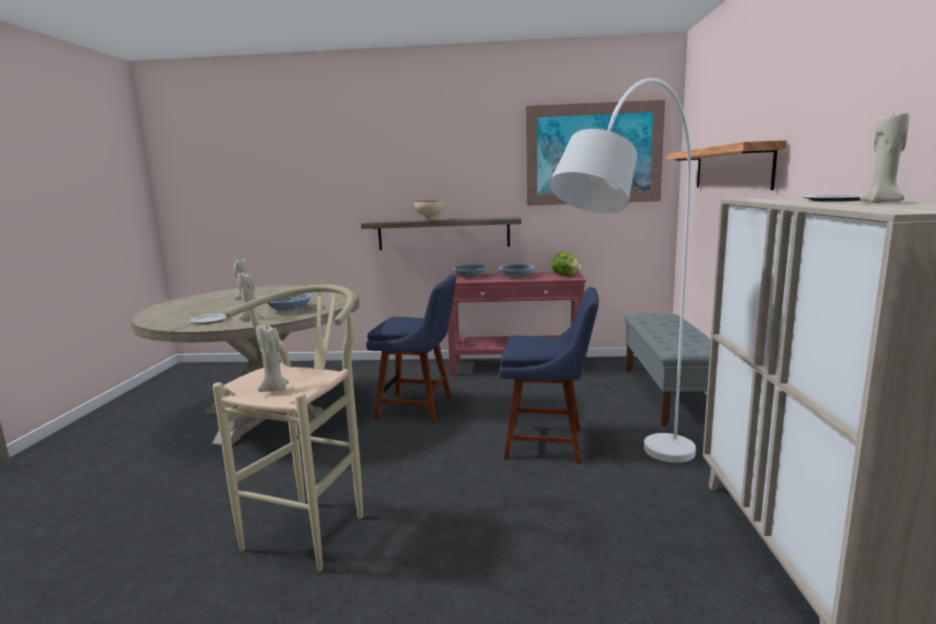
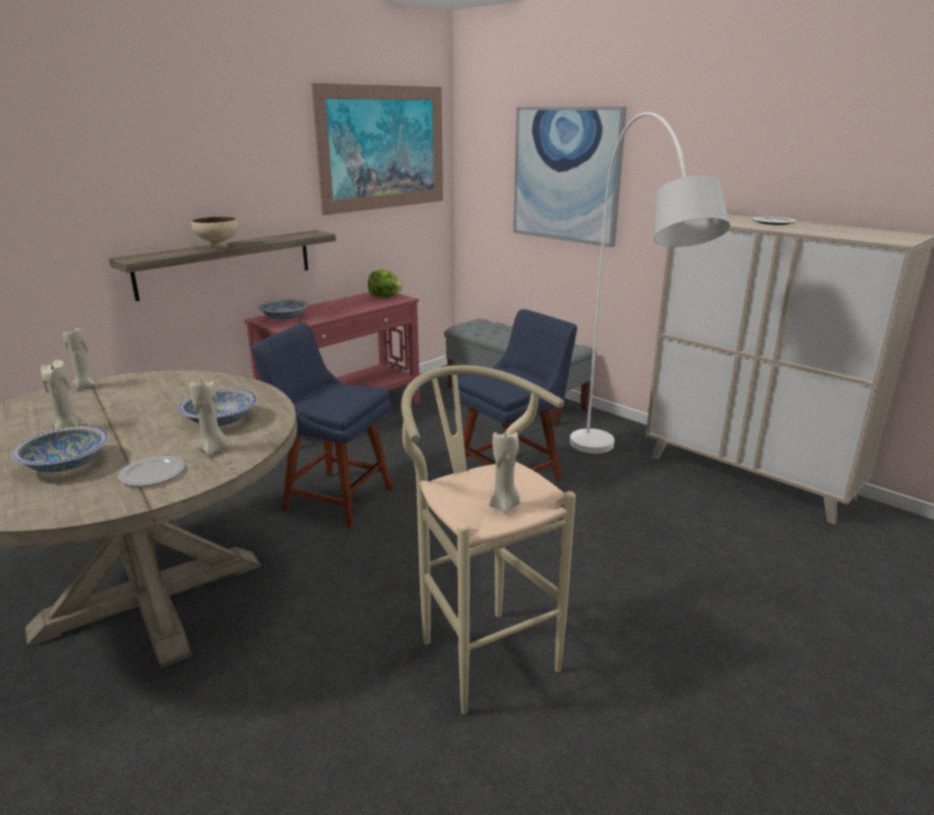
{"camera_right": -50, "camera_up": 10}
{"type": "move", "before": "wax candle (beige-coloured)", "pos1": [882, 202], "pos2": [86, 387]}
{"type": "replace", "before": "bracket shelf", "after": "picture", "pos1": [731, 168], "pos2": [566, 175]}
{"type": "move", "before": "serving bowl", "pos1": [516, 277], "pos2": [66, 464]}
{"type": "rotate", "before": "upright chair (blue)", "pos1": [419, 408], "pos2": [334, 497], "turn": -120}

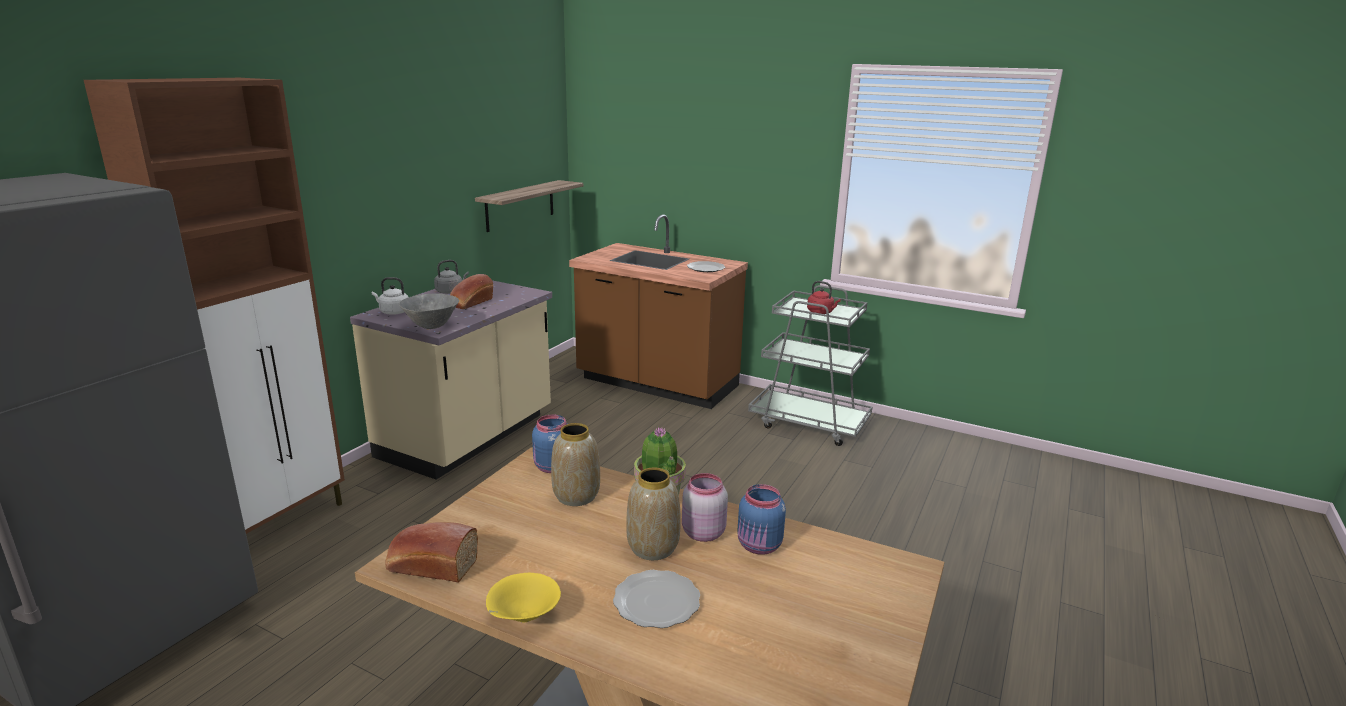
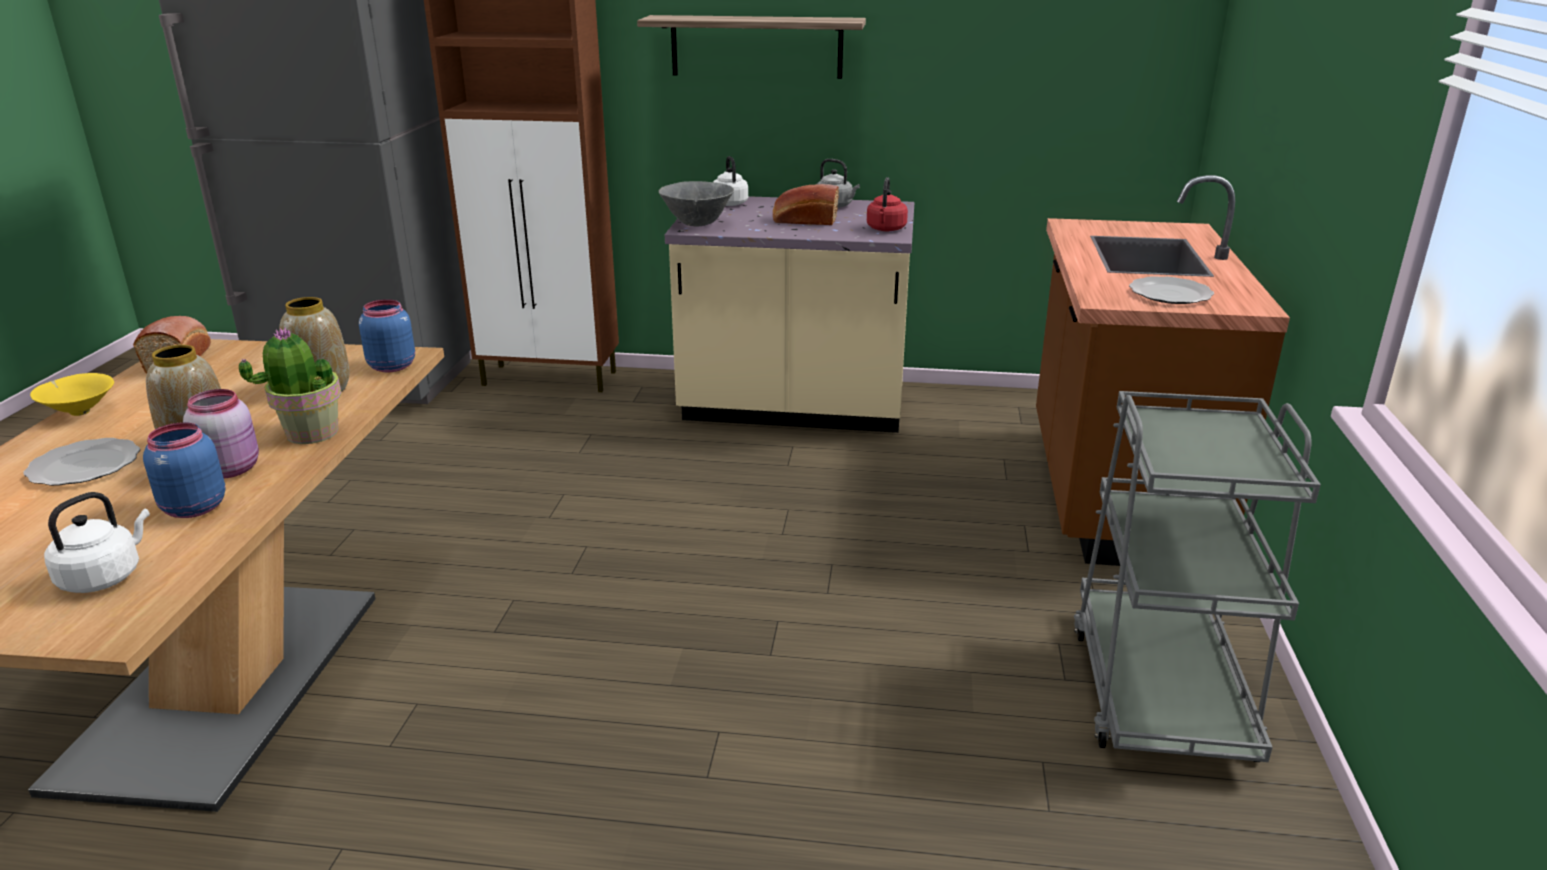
{"camera_right": 70, "camera_up": 5}
{"type": "move", "before": "bracket shelf", "pos1": [520, 205], "pos2": [756, 46]}
{"type": "move", "before": "tea kettle (red)", "pos1": [821, 312], "pos2": [886, 229]}
{"type": "insert", "after": "tea kettle (white-coloured)", "pos2": [104, 577]}

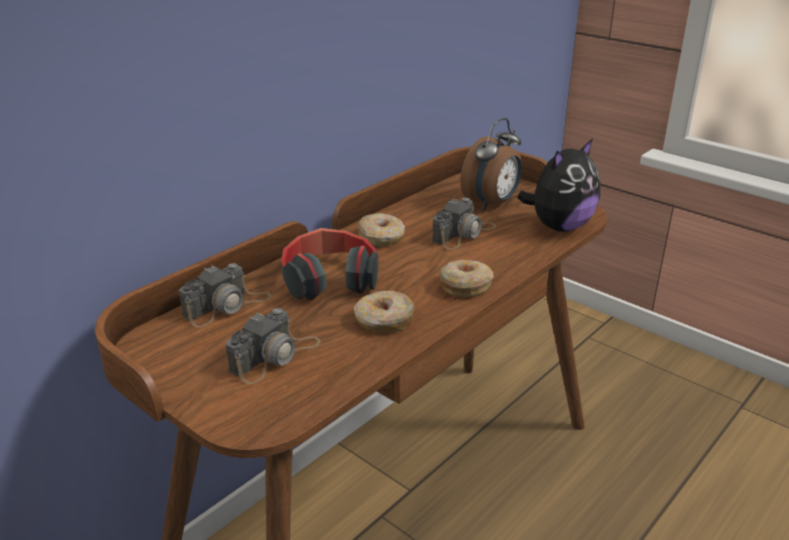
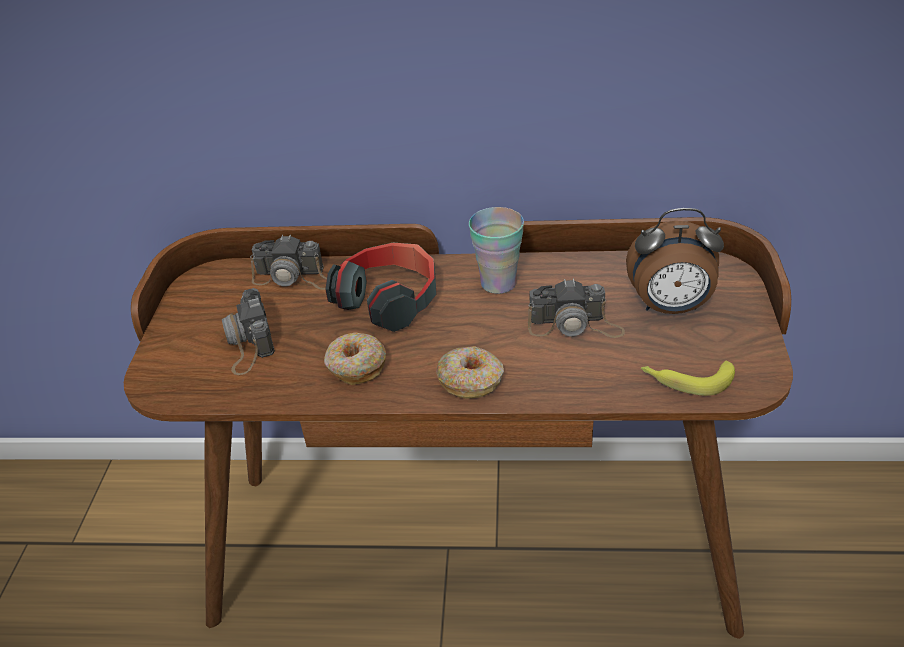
{"camera_right": 55, "camera_up": 10}
{"type": "replace", "before": "soft toy", "after": "banana fruit", "pos1": [559, 226], "pos2": [686, 380]}
{"type": "replace", "before": "donut", "after": "drinking cup", "pos1": [381, 237], "pos2": [498, 283]}
{"type": "rotate", "before": "still camera", "pos1": [275, 356], "pos2": [249, 341], "turn": 75}

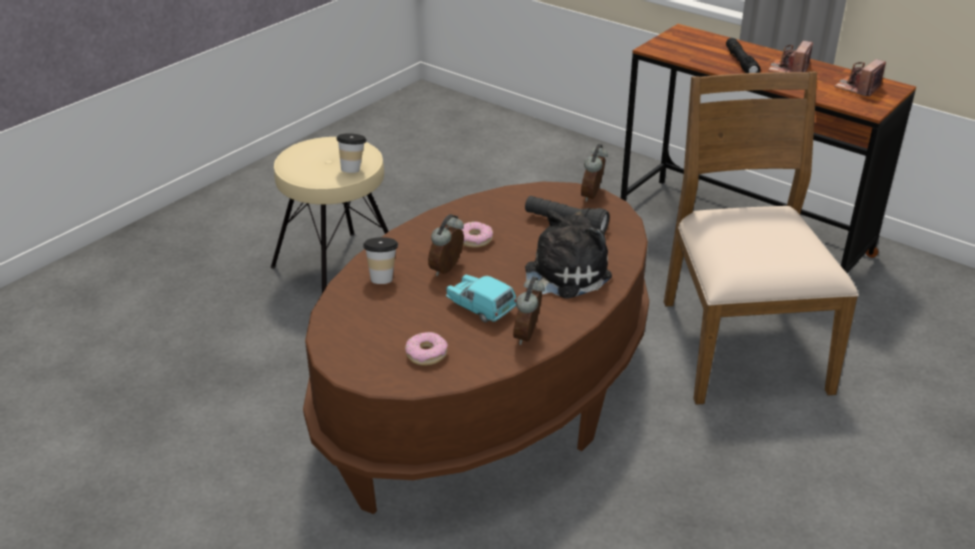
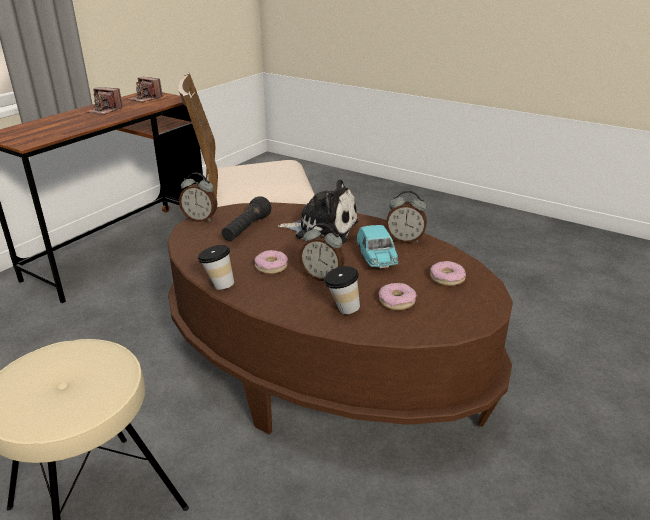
{"camera_right": -95, "camera_up": -5}
{"type": "delete", "before": "flashlight (blackish)", "pos1": [741, 63]}
{"type": "move", "before": "drinking cup", "pos1": [353, 169], "pos2": [218, 285]}
{"type": "rotate", "before": "soft toy", "pos1": [562, 275], "pos2": [323, 229], "turn": 150}
{"type": "rotate", "before": "miniature car (turquoise-coloured)", "pos1": [480, 308], "pos2": [376, 259], "turn": -45}
{"type": "insert", "after": "donut", "pos2": [396, 301]}

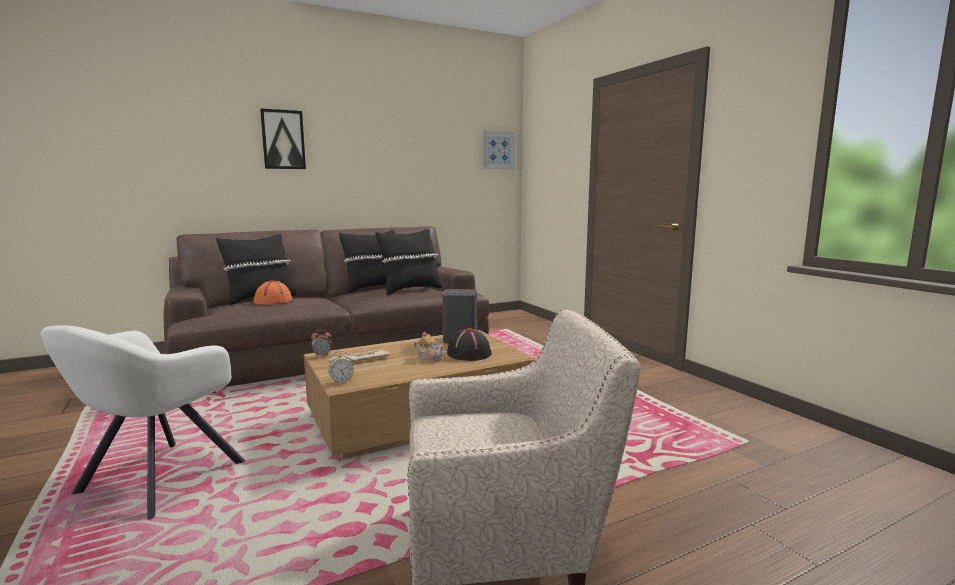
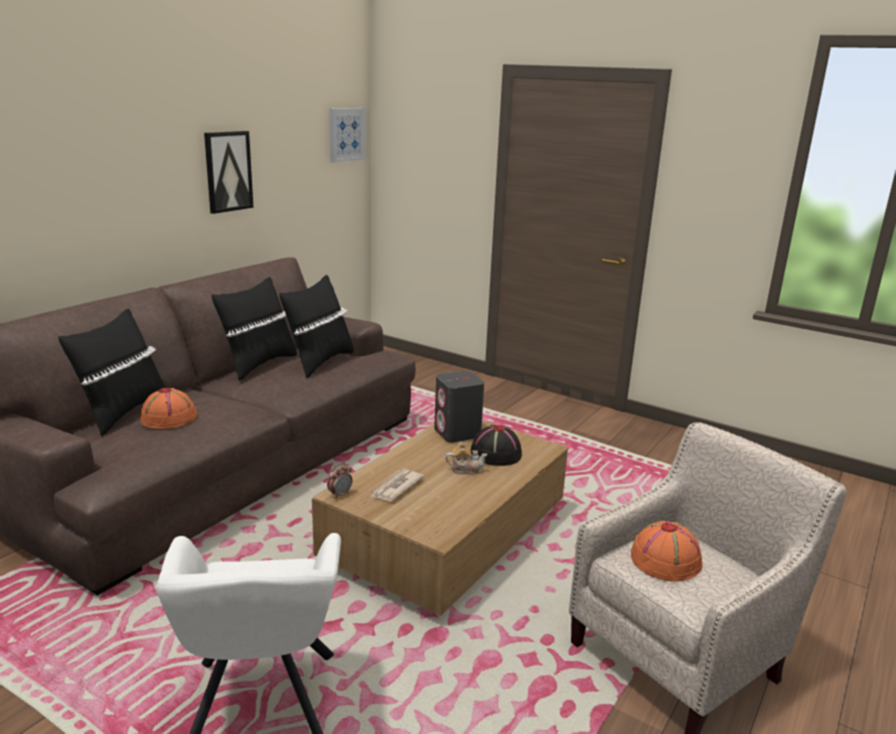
{"camera_right": -30, "camera_up": 10}
{"type": "move", "before": "picture", "pos1": [283, 139], "pos2": [228, 171]}
{"type": "delete", "before": "alarm clock", "pos1": [341, 381]}
{"type": "insert", "after": "wearable hat (orangey)", "pos2": [666, 560]}

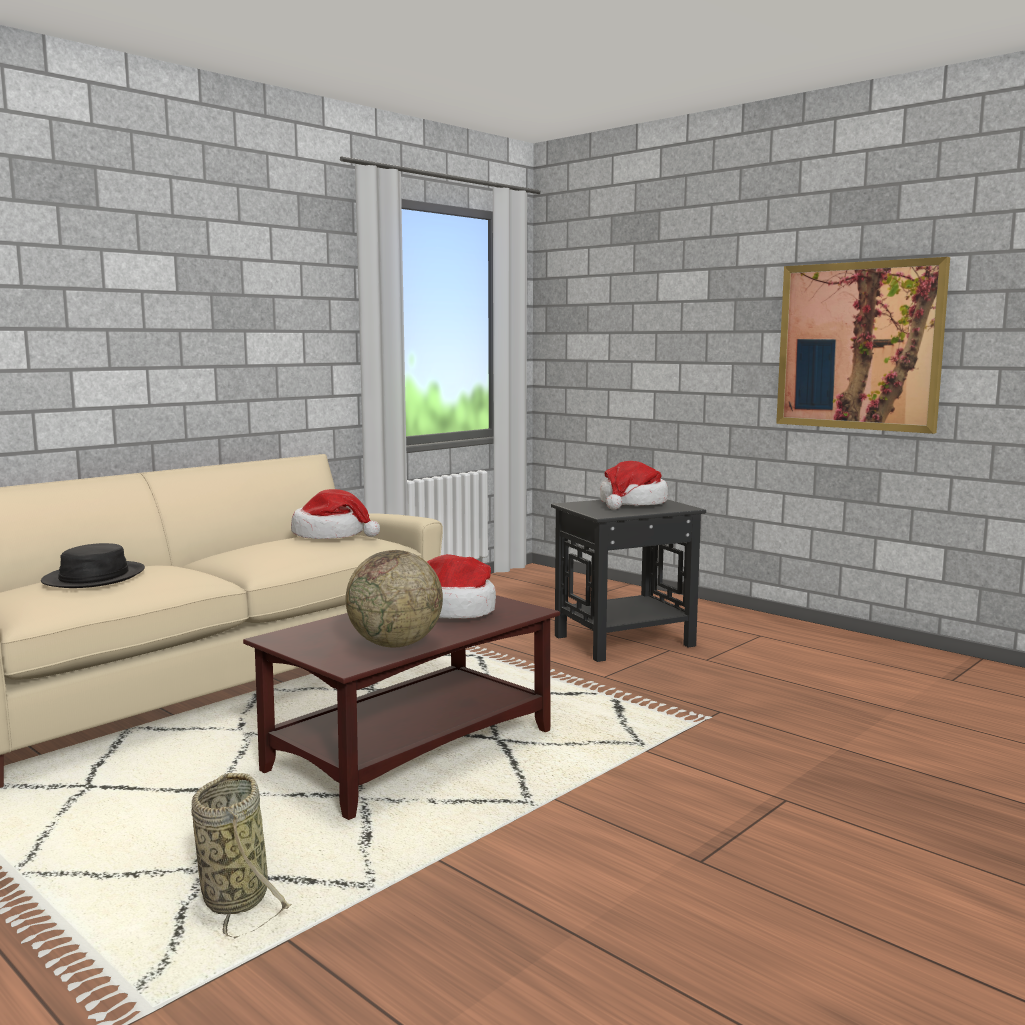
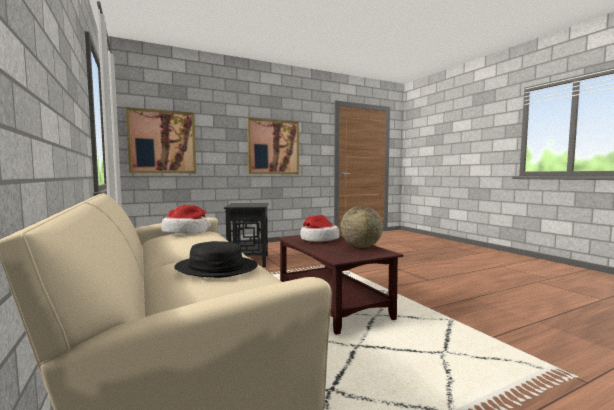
{"camera_right": -70, "camera_up": -5}
{"type": "delete", "before": "wearable hat", "pos1": [632, 503]}
{"type": "delete", "before": "basket", "pos1": [235, 895]}
{"type": "insert", "after": "picture", "pos2": [162, 142]}

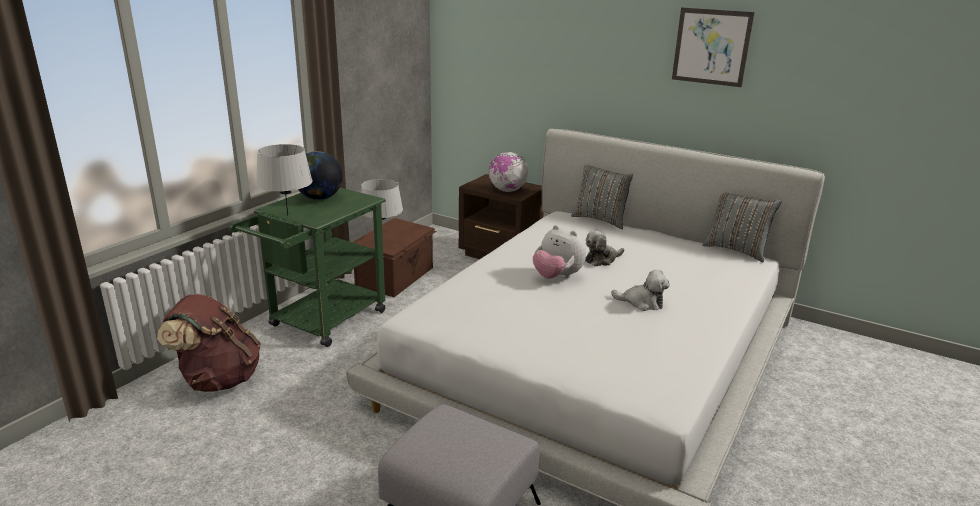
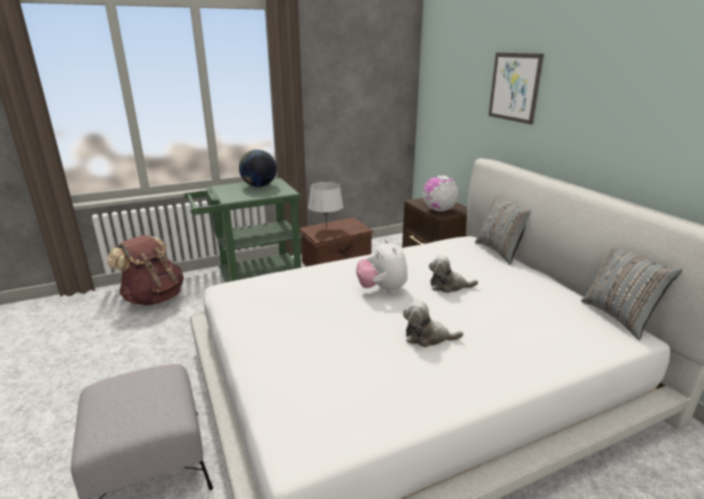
{"camera_right": 35, "camera_up": 0}
{"type": "move", "before": "picture", "pos1": [711, 47], "pos2": [514, 87]}
{"type": "delete", "before": "tabletop lamp (gray)", "pos1": [288, 216]}
{"type": "rotate", "before": "soft toy", "pos1": [642, 302], "pos2": [427, 337], "turn": 135}

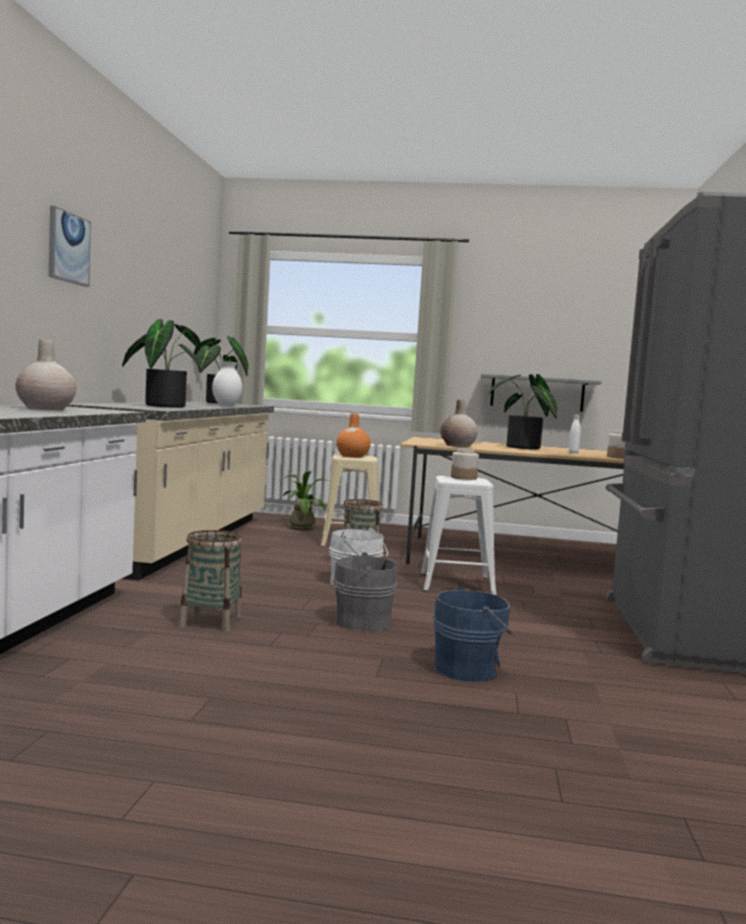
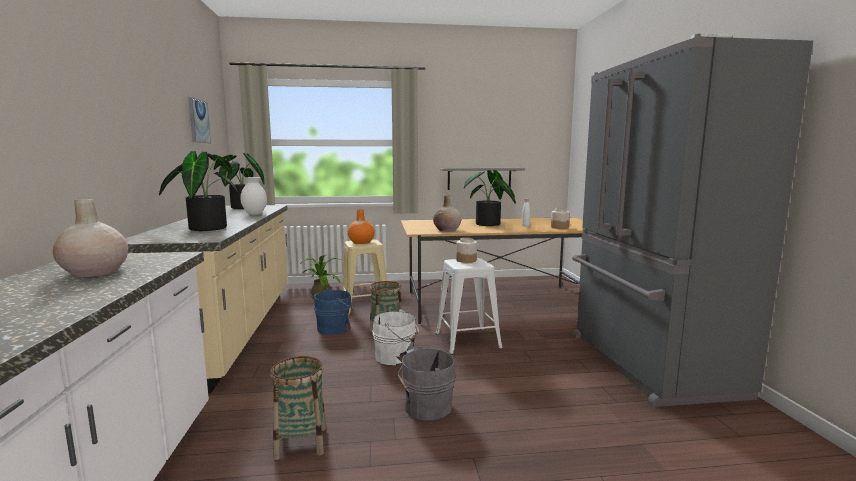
{"camera_right": -15, "camera_up": 5}
{"type": "move", "before": "picture", "pos1": [68, 248], "pos2": [198, 121]}
{"type": "move", "before": "bucket (blue)", "pos1": [470, 668], "pos2": [335, 328]}

